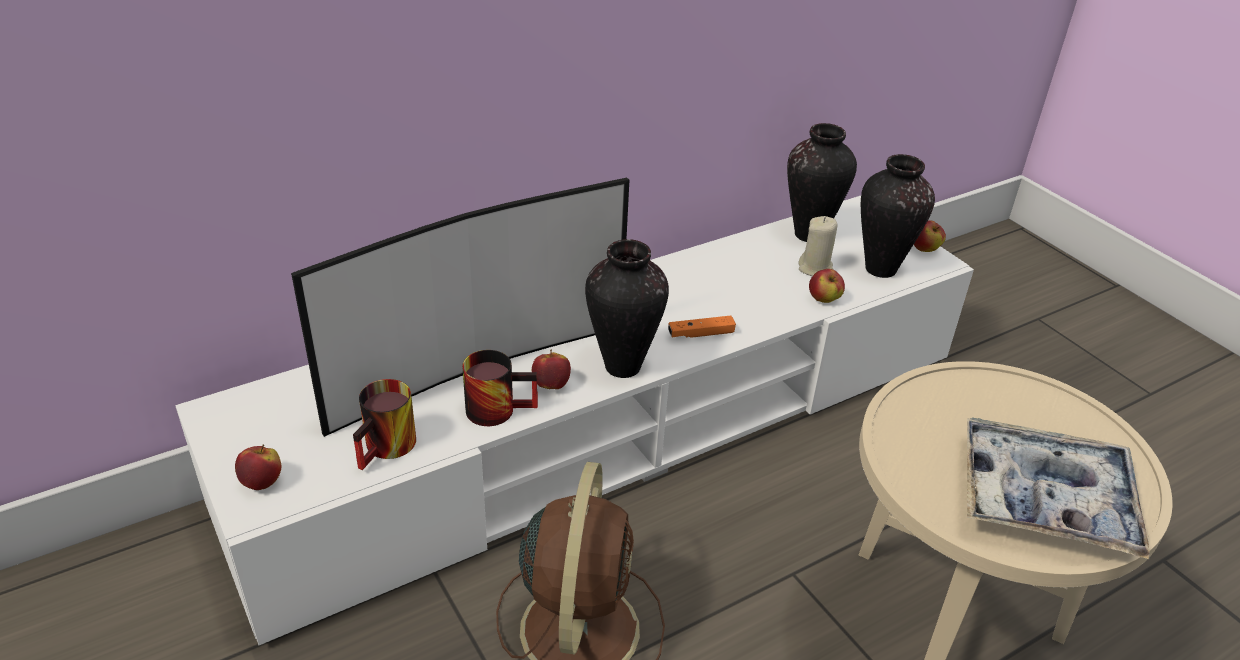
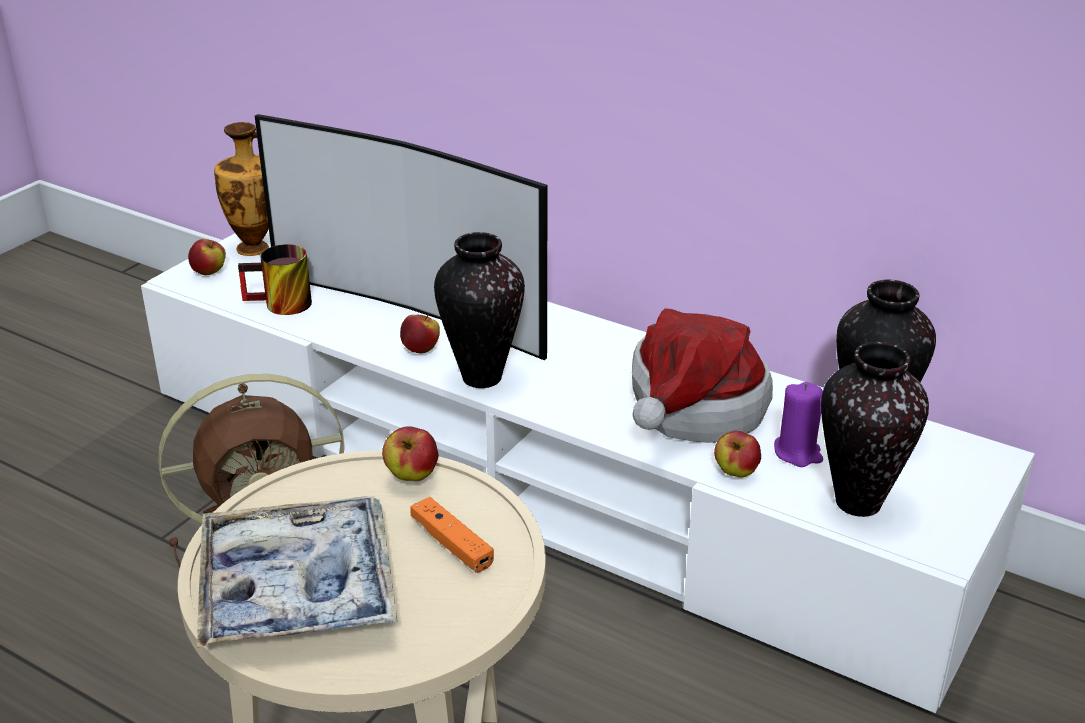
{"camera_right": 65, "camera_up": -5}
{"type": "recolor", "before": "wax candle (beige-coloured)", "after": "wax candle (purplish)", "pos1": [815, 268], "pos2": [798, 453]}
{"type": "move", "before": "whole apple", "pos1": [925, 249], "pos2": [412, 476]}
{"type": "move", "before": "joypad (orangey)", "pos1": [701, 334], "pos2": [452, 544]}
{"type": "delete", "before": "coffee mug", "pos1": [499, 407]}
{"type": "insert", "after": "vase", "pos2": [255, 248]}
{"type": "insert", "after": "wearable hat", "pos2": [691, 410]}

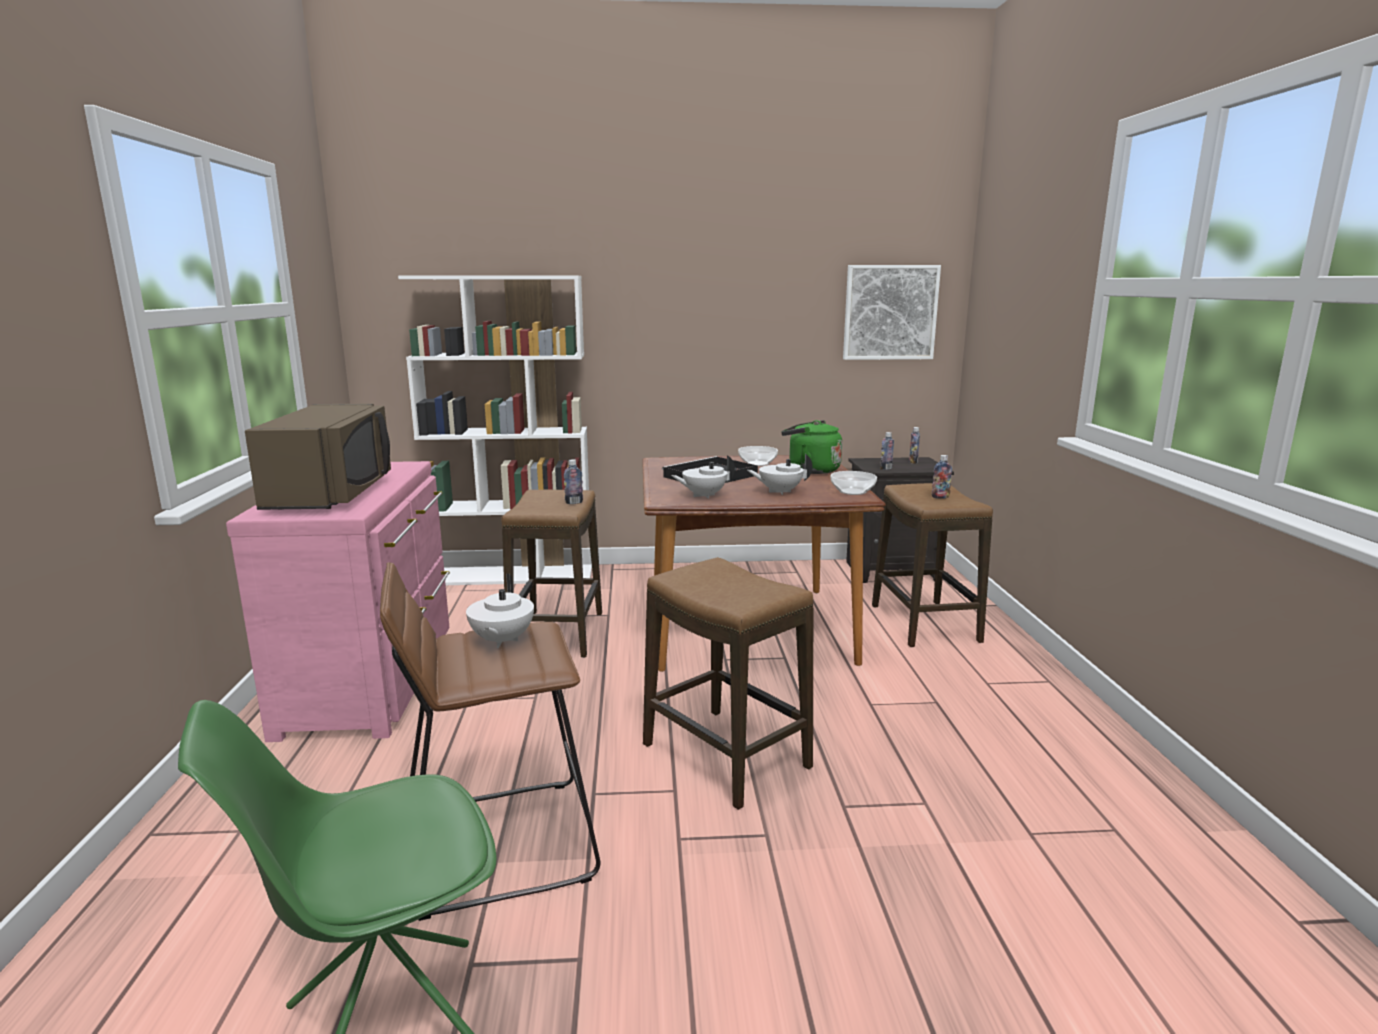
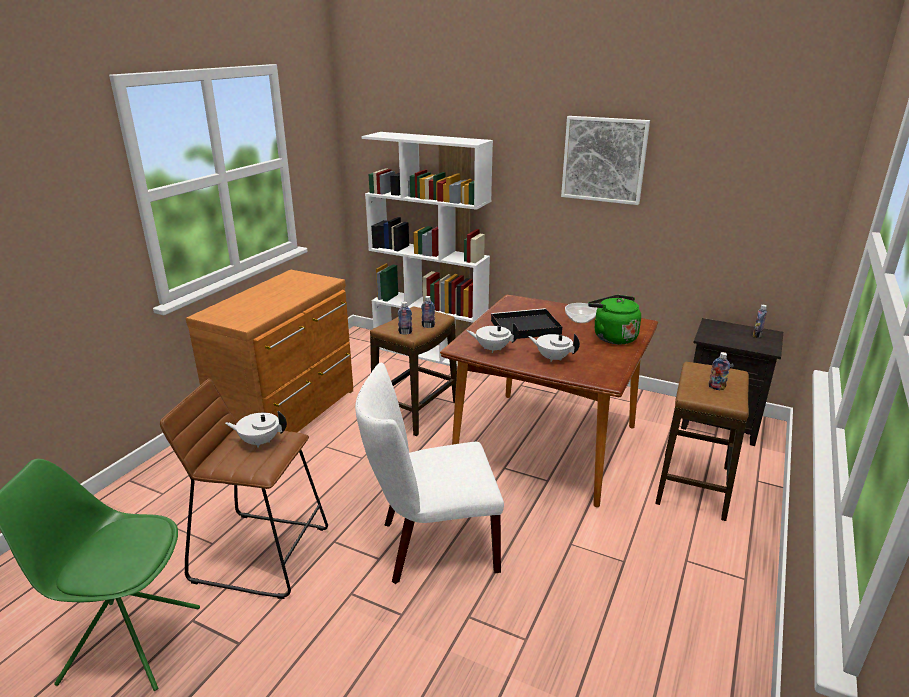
{"camera_right": 30, "camera_up": 10}
{"type": "move", "before": "picture", "pos1": [890, 312], "pos2": [604, 159]}
{"type": "delete", "before": "microwave oven (brown-coloured)", "pos1": [333, 493]}
{"type": "move", "before": "beverage bottle", "pos1": [886, 468], "pos2": [405, 333]}
{"type": "recolor", "before": "dresser (pinkish)", "after": "dresser (brown-coloured)", "pos1": [374, 679], "pos2": [290, 414]}
{"type": "delete", "before": "serving bowl", "pos1": [853, 492]}
{"type": "replace", "before": "stool seat", "after": "upright chair (white-coloured)", "pos1": [725, 756], "pos2": [431, 546]}
{"type": "rotate", "before": "pot for tea (white-coloured)", "pos1": [501, 640], "pos2": [259, 441], "turn": 60}

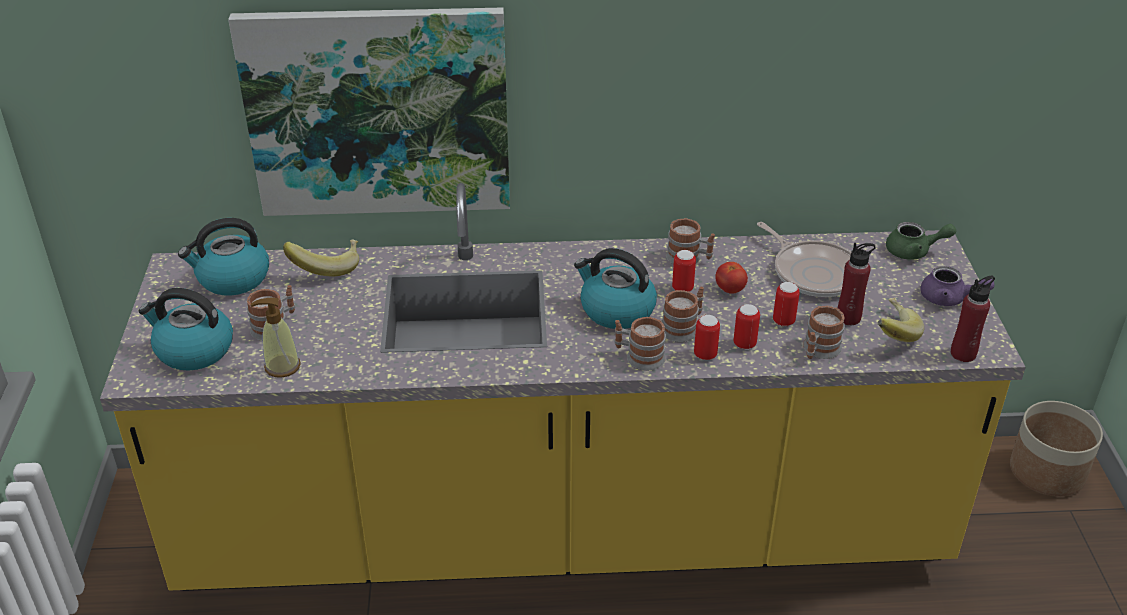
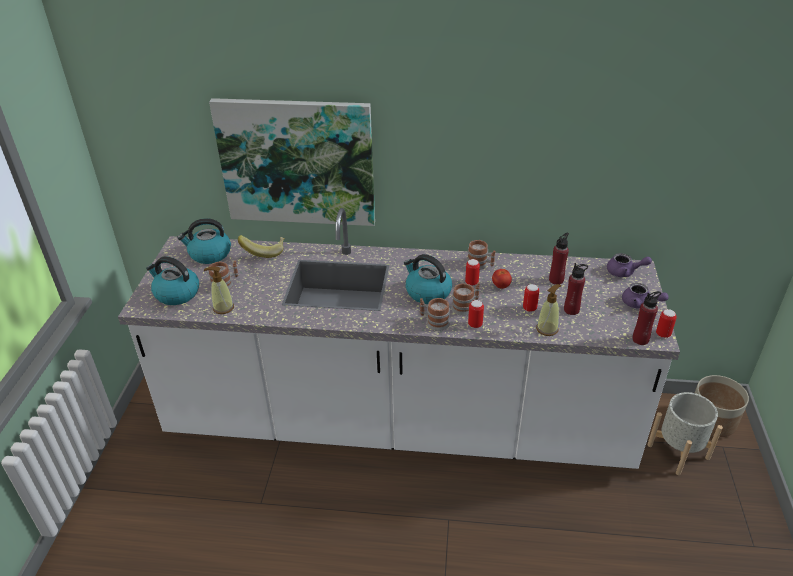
{"camera_right": 10, "camera_up": 0}
{"type": "recolor", "before": "counter (yellow)", "after": "counter (white-coloured)", "pos1": [563, 529], "pos2": [399, 422]}
{"type": "replace", "before": "pan", "after": "beverage bottle (red)", "pos1": [813, 272], "pos2": [556, 280]}
{"type": "recolor", "before": "pot for tea (green)", "after": "pot for tea (purplish)", "pos1": [914, 252], "pos2": [624, 272]}
{"type": "delete", "before": "banana fruit", "pos1": [890, 334]}
{"type": "move", "before": "metal can", "pos1": [744, 344], "pos2": [663, 334]}
{"type": "replace", "before": "coffee mug", "after": "liquid soap bottle", "pos1": [819, 351], "pos2": [547, 329]}
{"type": "insert", "after": "planter (gray)", "pos2": [678, 452]}

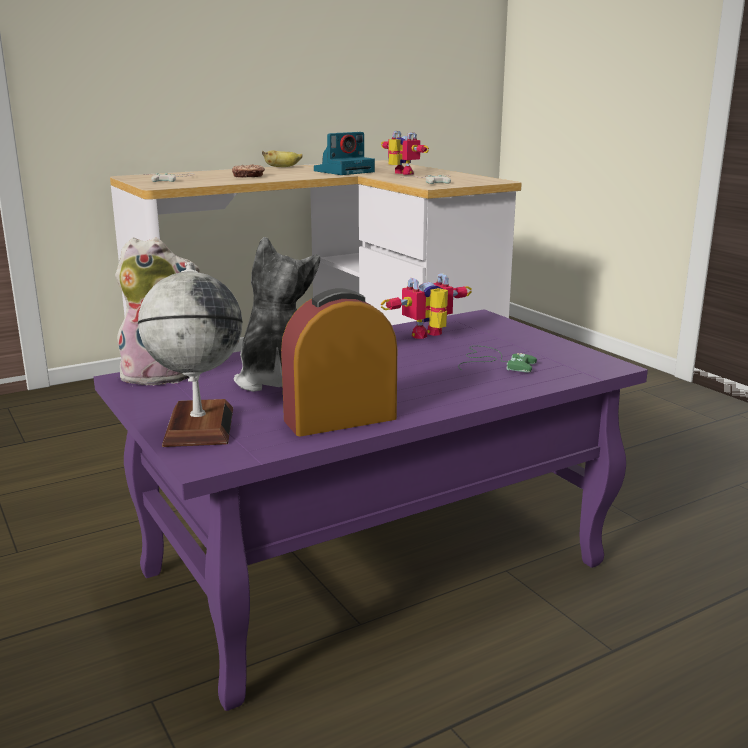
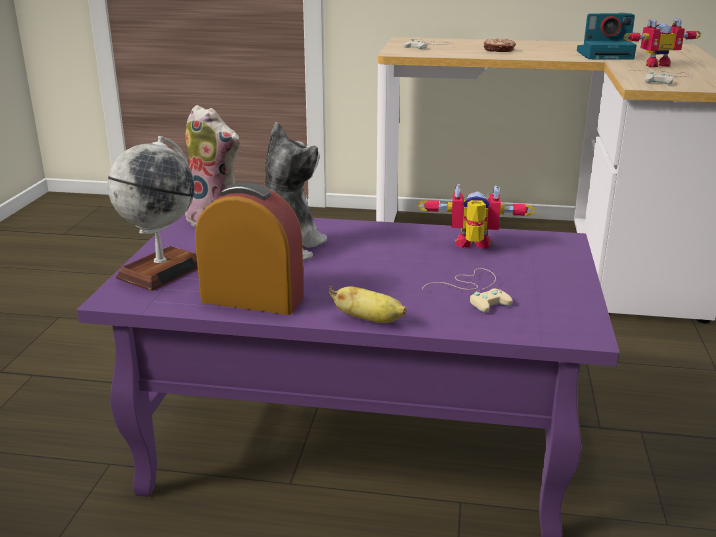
{"camera_right": 40, "camera_up": 5}
{"type": "rotate", "before": "robot figure", "pos1": [400, 173], "pos2": [655, 65], "turn": 75}
{"type": "move", "before": "banana fruit", "pos1": [282, 167], "pos2": [369, 320]}
{"type": "recolor", "before": "joypad (green)", "after": "joypad (beige-coloured)", "pos1": [493, 362], "pos2": [475, 291]}

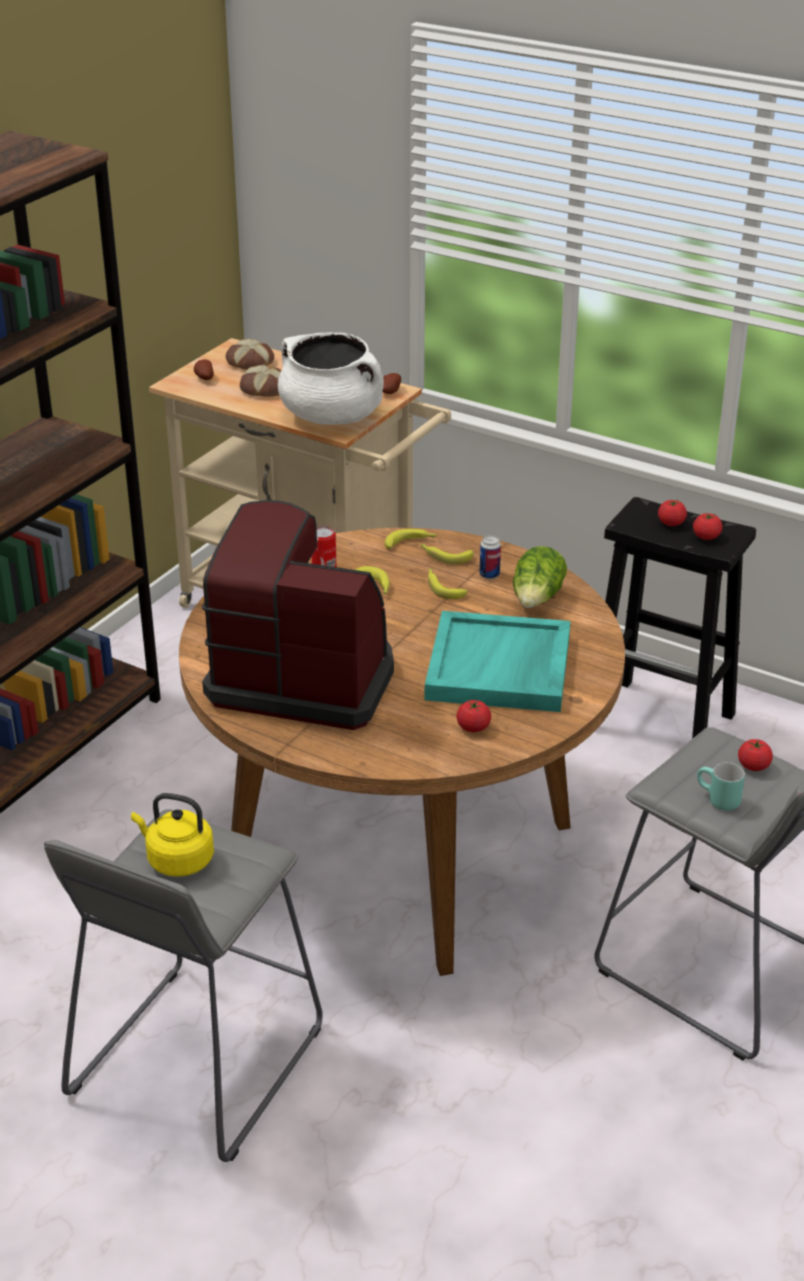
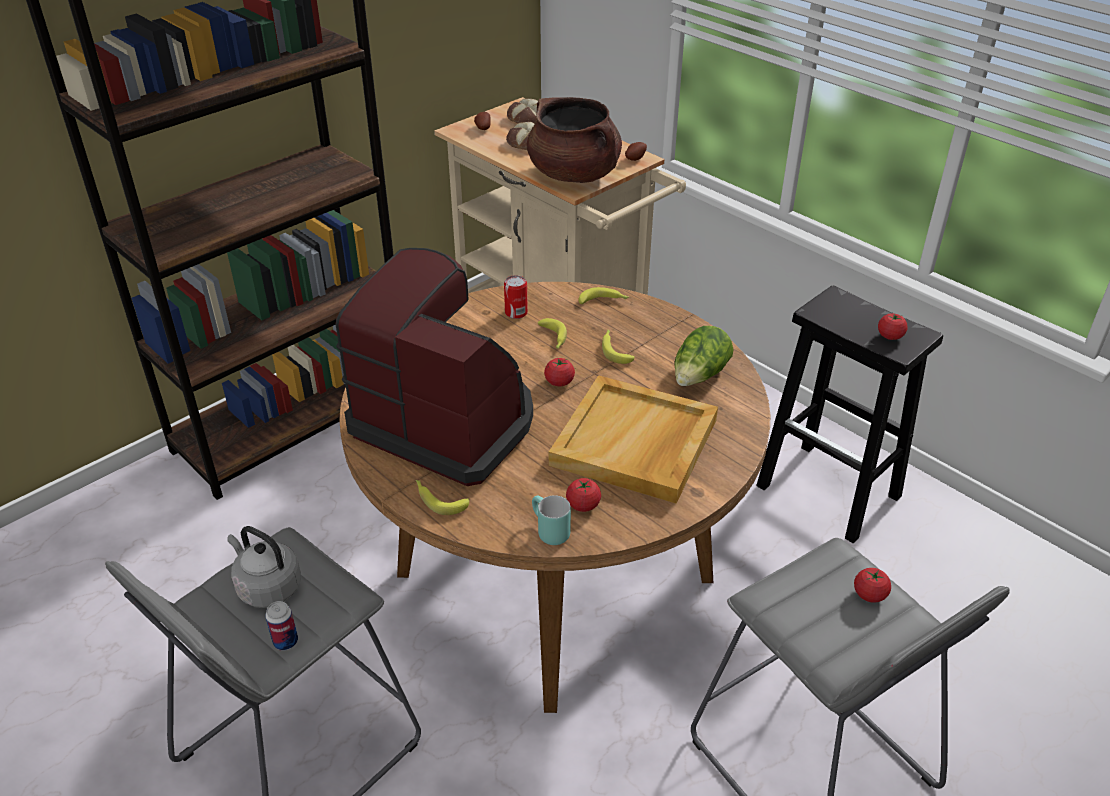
{"camera_right": 15, "camera_up": 5}
{"type": "recolor", "before": "saucepot (white-coloured)", "after": "saucepot (brown-coloured)", "pos1": [332, 416], "pos2": [574, 174]}
{"type": "move", "before": "whole tomato", "pos1": [671, 523], "pos2": [559, 382]}
{"type": "move", "before": "metal can", "pos1": [489, 575], "pos2": [285, 642]}
{"type": "move", "before": "banana fruit", "pos1": [445, 556], "pos2": [438, 500]}
{"type": "recolor", "before": "tray (turquoise-coloured)", "after": "tray (beige-coloured)", "pos1": [500, 668], "pos2": [635, 443]}
{"type": "move", "before": "coffee mug (turquoise-coloured)", "pos1": [716, 801], "pos2": [547, 532]}
{"type": "recolor", "before": "tea kettle (yellow)", "after": "tea kettle (gray)", "pos1": [177, 860], "pos2": [267, 587]}

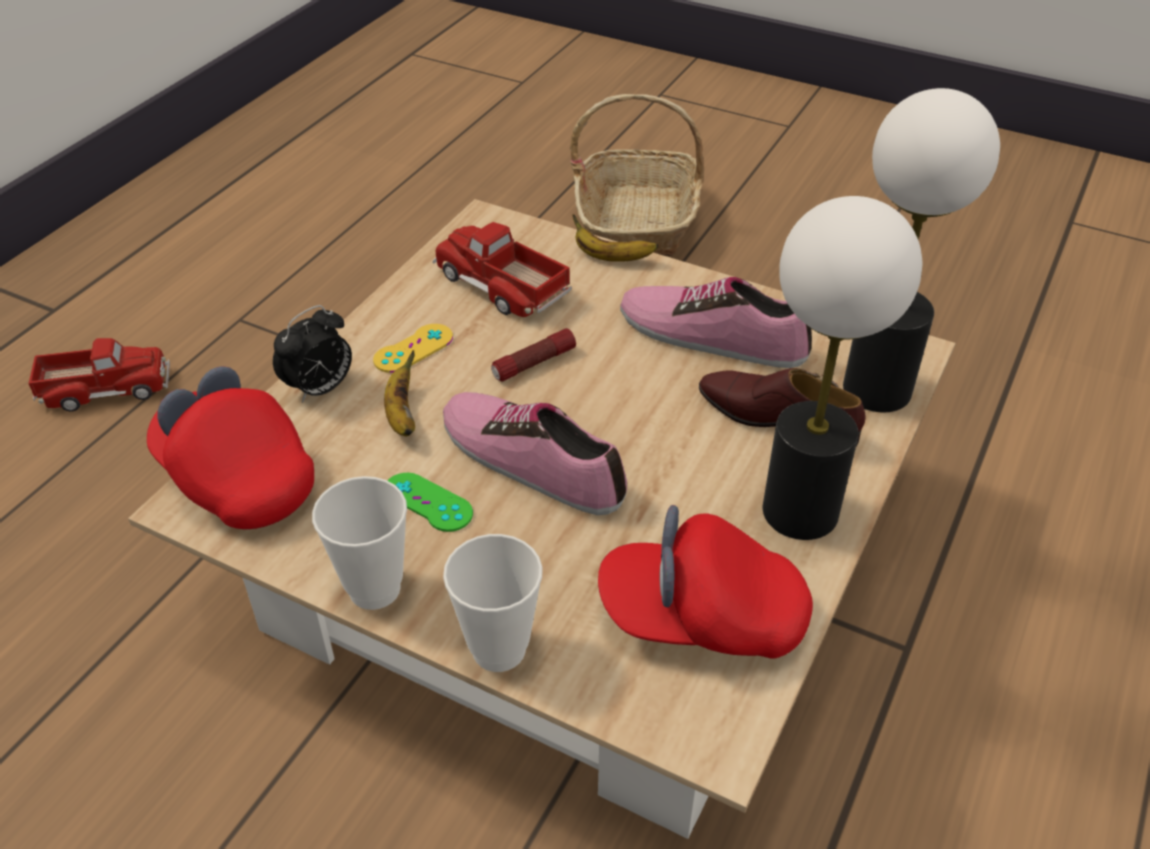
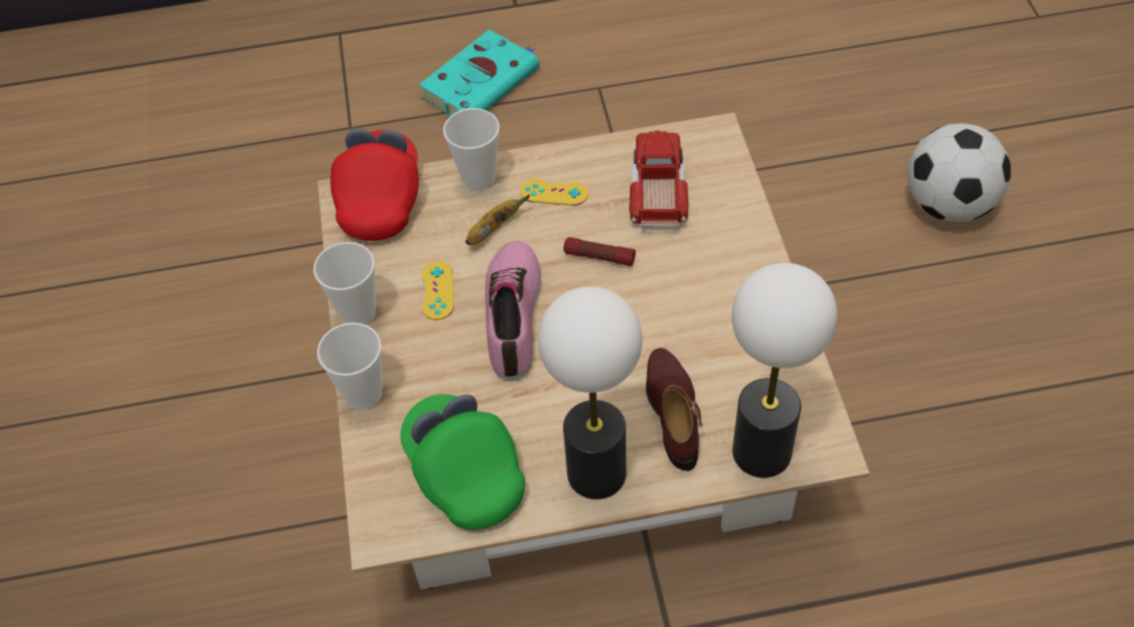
{"camera_right": 55, "camera_up": 10}
{"type": "replace", "before": "basket", "after": "football", "pos1": [637, 219], "pos2": [948, 205]}
{"type": "delete", "before": "banana fruit", "pos1": [611, 257]}
{"type": "delete", "before": "low shoe", "pos1": [712, 335]}
{"type": "replace", "before": "alarm clock", "after": "drinking cup", "pos1": [320, 389], "pos2": [478, 179]}
{"type": "replace", "before": "toy truck", "after": "book (turquoise-coloured)", "pos1": [106, 388], "pos2": [482, 81]}
{"type": "recolor", "before": "joypad (green)", "after": "joypad (yellow)", "pos1": [427, 502], "pos2": [437, 291]}
{"type": "recolor", "before": "baseball cap (red)", "after": "baseball cap (green)", "pos1": [702, 617], "pos2": [464, 473]}

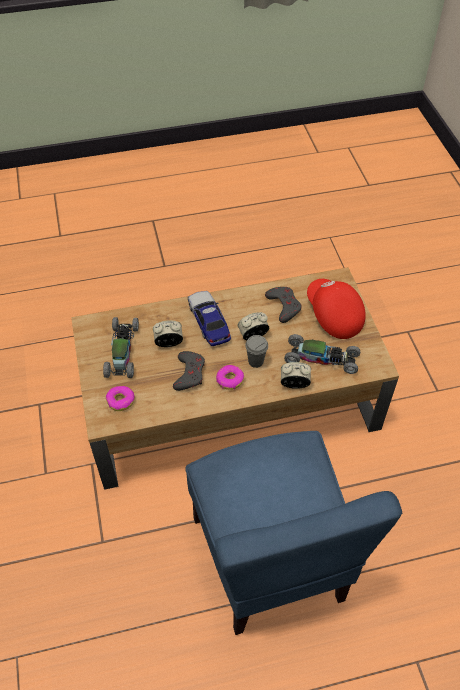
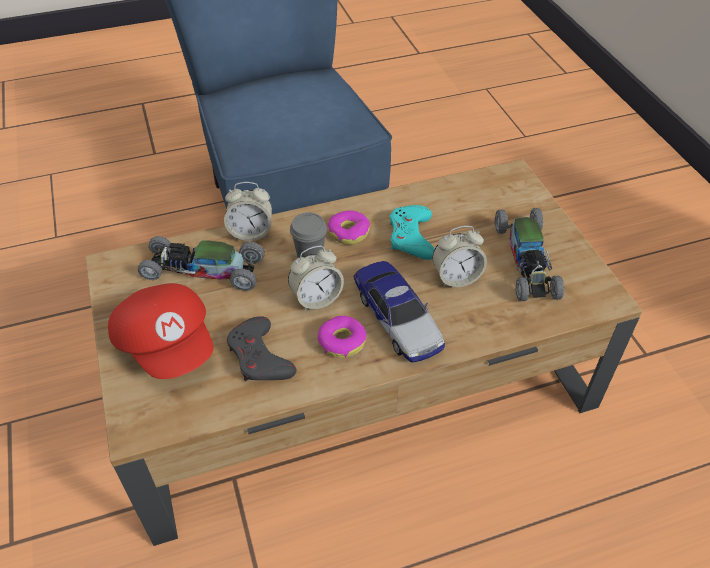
{"camera_right": 175, "camera_up": -5}
{"type": "recolor", "before": "joypad (gray)", "after": "joypad (turquoise-coloured)", "pos1": [189, 373], "pos2": [411, 237]}
{"type": "move", "before": "donut", "pos1": [121, 401], "pos2": [341, 341]}

